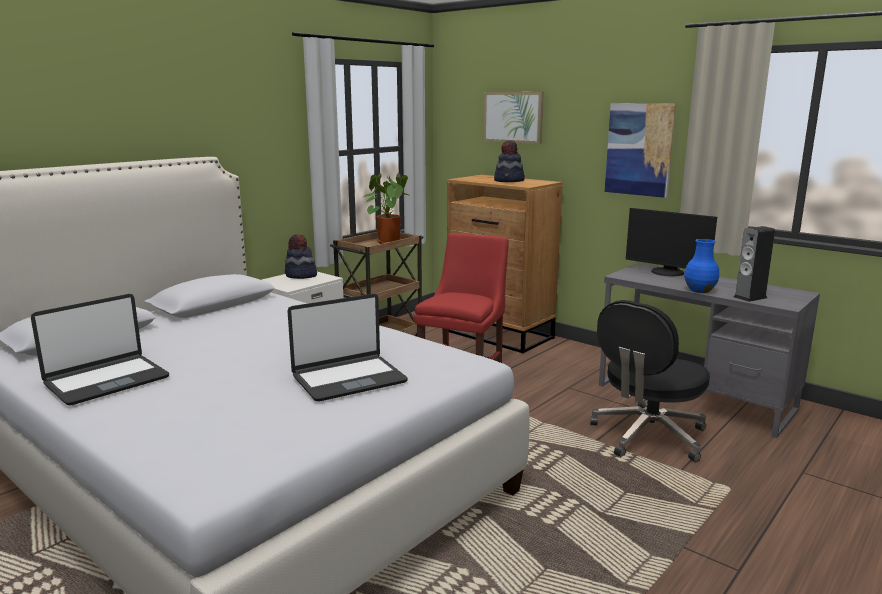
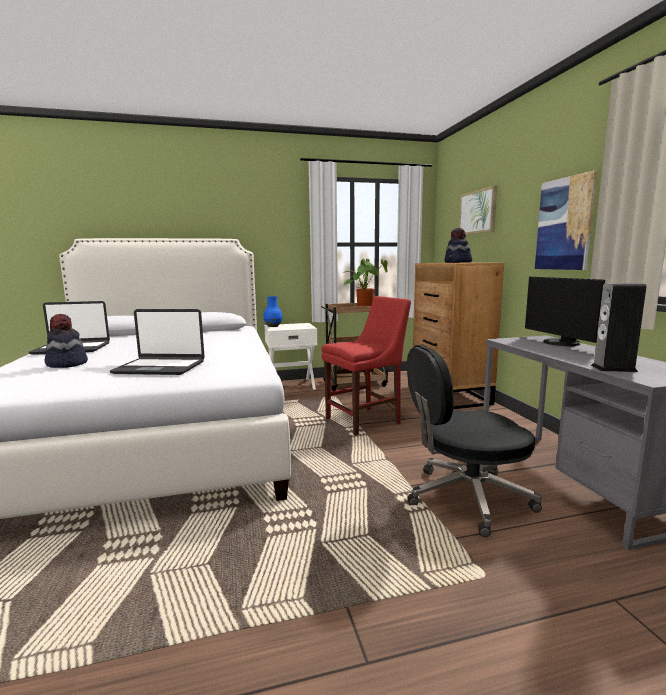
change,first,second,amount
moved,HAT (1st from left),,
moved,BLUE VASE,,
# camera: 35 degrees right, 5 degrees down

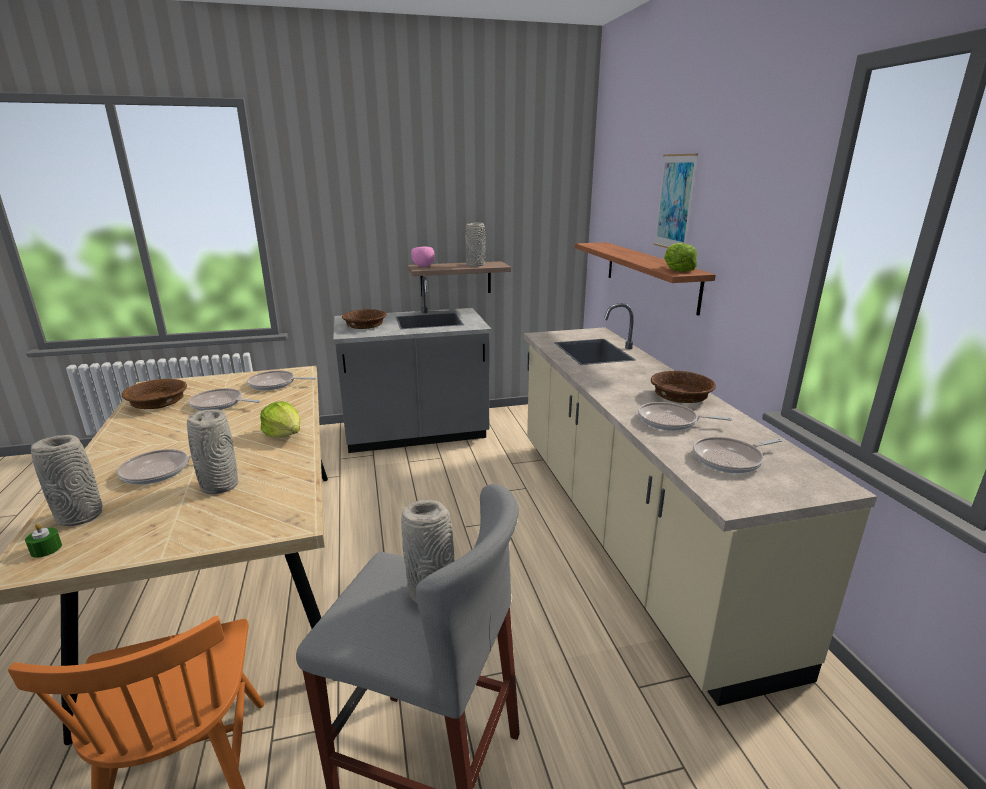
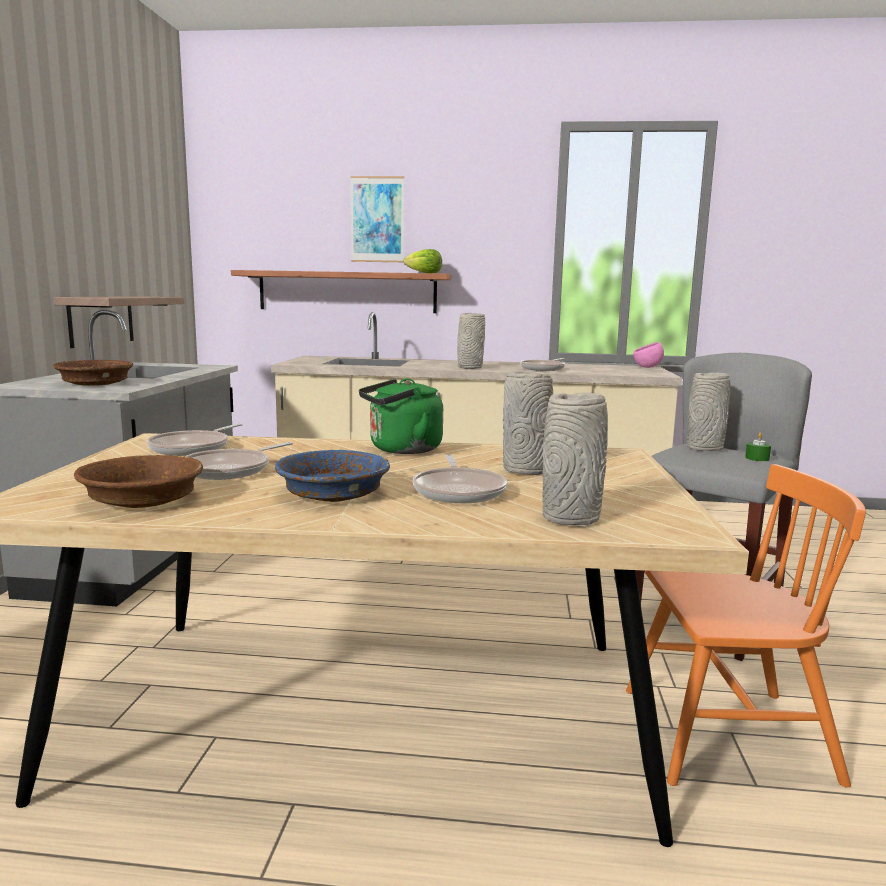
change,first,second,amount
added,,BLUE DEEP DISH,
replaced,LETTUCE (1st from left),GREEN WATER KETTLE,
moved,GRAY VASE (4th from left in the first image),GRAY VASE (1st from left),
moved,PINKISH DEEP DISH,,
moved,GREEN CANDLE,,
removed,BROWNISH DEEP DISH (3rd from left),,
removed,FRYING PAN (5th from left),,
# camera: 70 degrees left, 10 degrees down

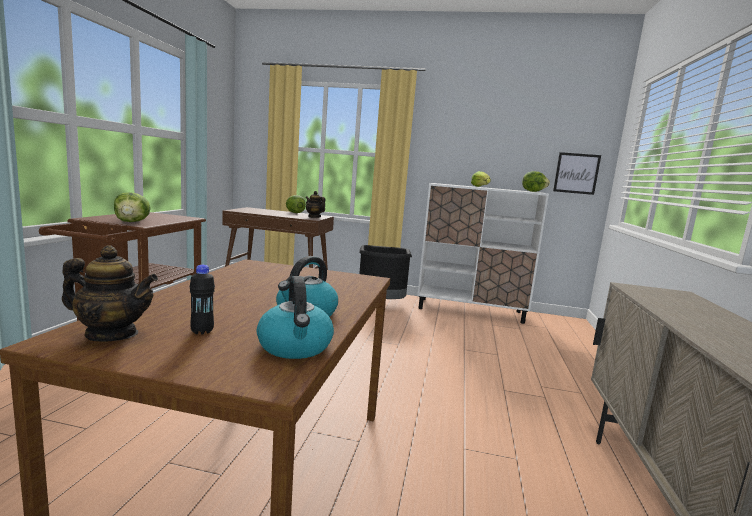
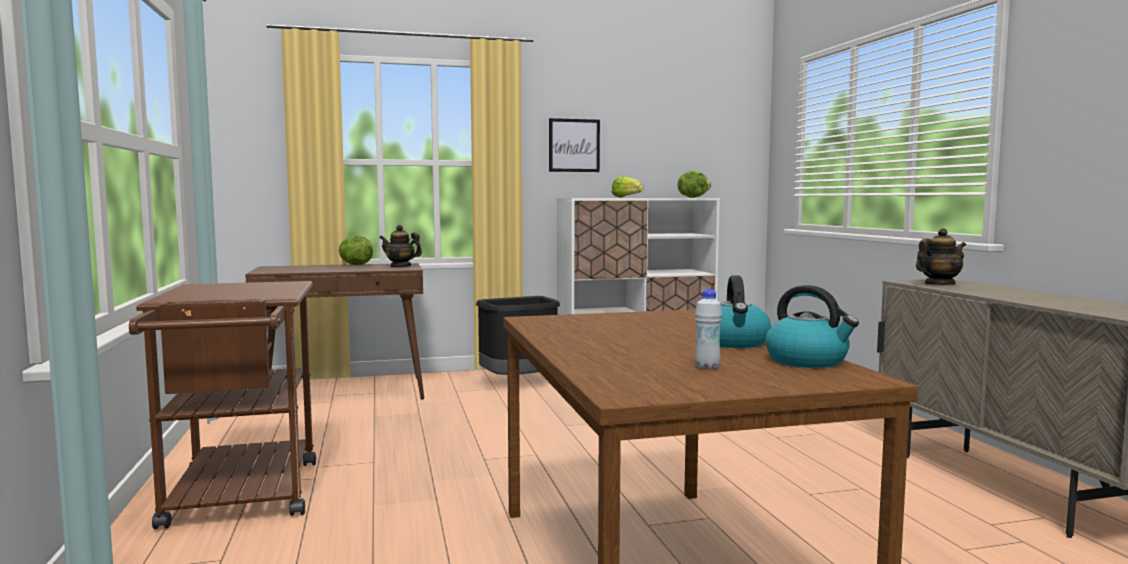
change,first,second,amount
moved,WALL ART,,
recoloured,BLACK BEVERAGE BOTTLE,WHITE-COLOURED BEVERAGE BOTTLE,
moved,POT FOR TEA (1st from left in the first image),POT FOR TEA (2nd from left),
removed,LETTUCE (1st from left),,
# camera: 25 degrees left, 5 degrees down

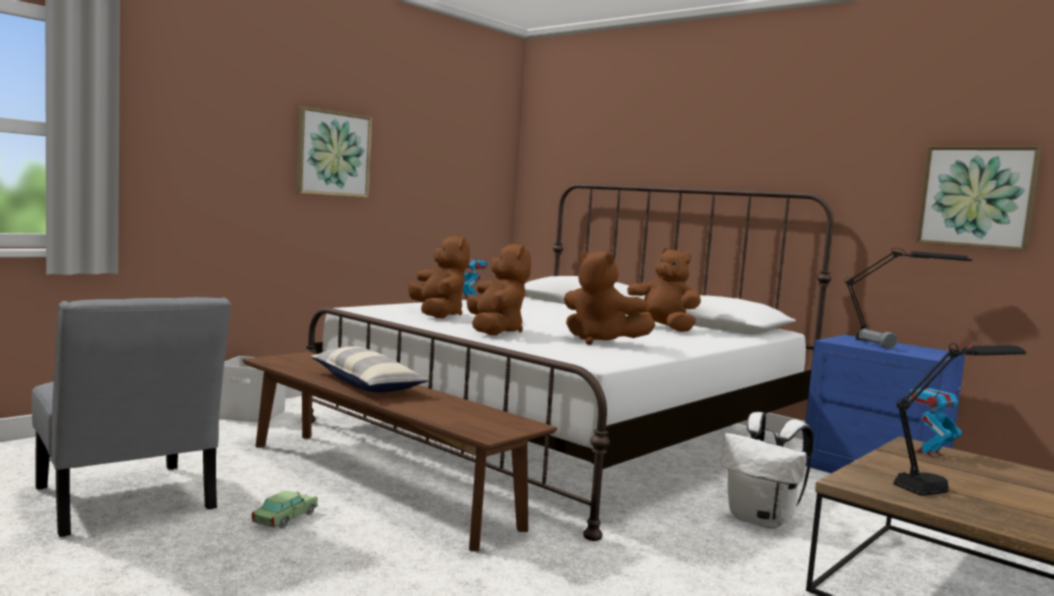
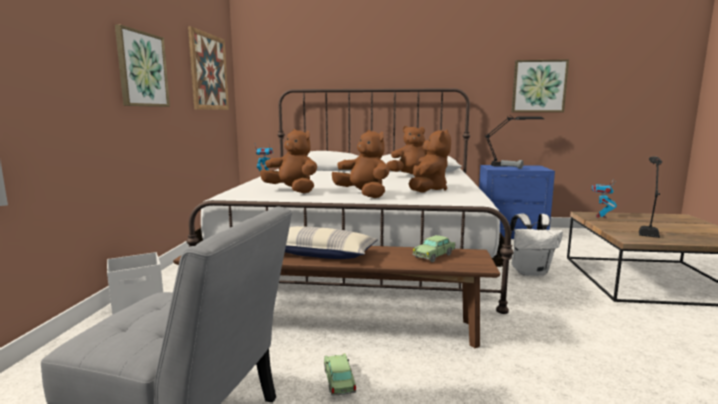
change,first,second,amount
added,,WALL ART (2nd from left),
turned,BROWNISH CUDDLY TOY (3rd from left in the first image),BROWNISH CUDDLY TOY (4th from left),75 degrees counterclockwise
added,,TOY CAR (2nd from left),
# camera: 35 degrees left, 5 degrees up

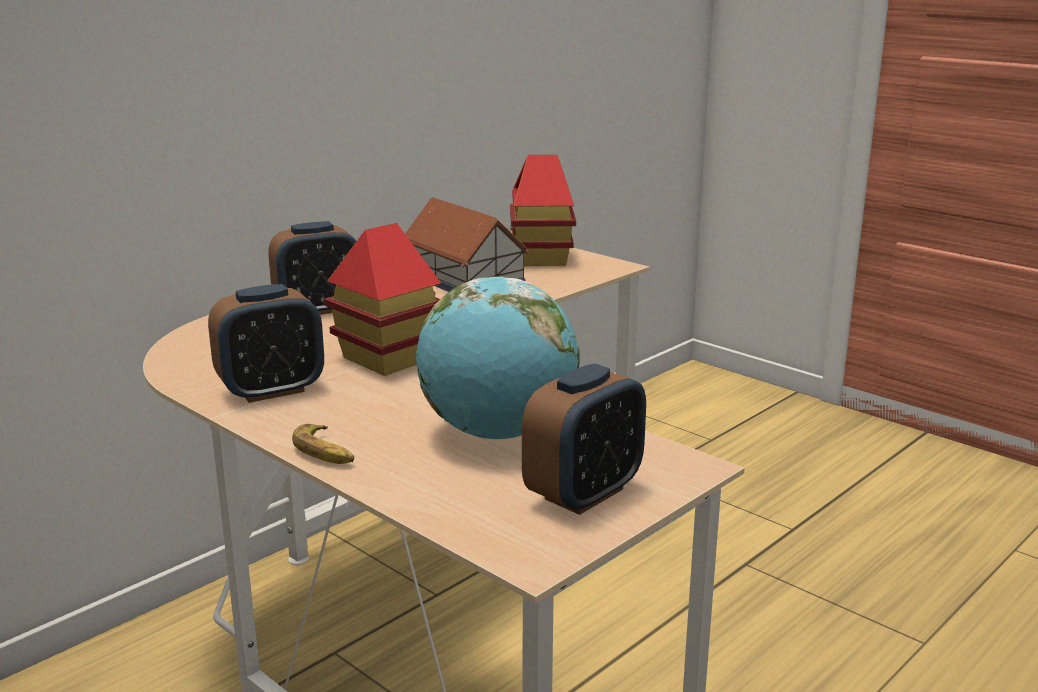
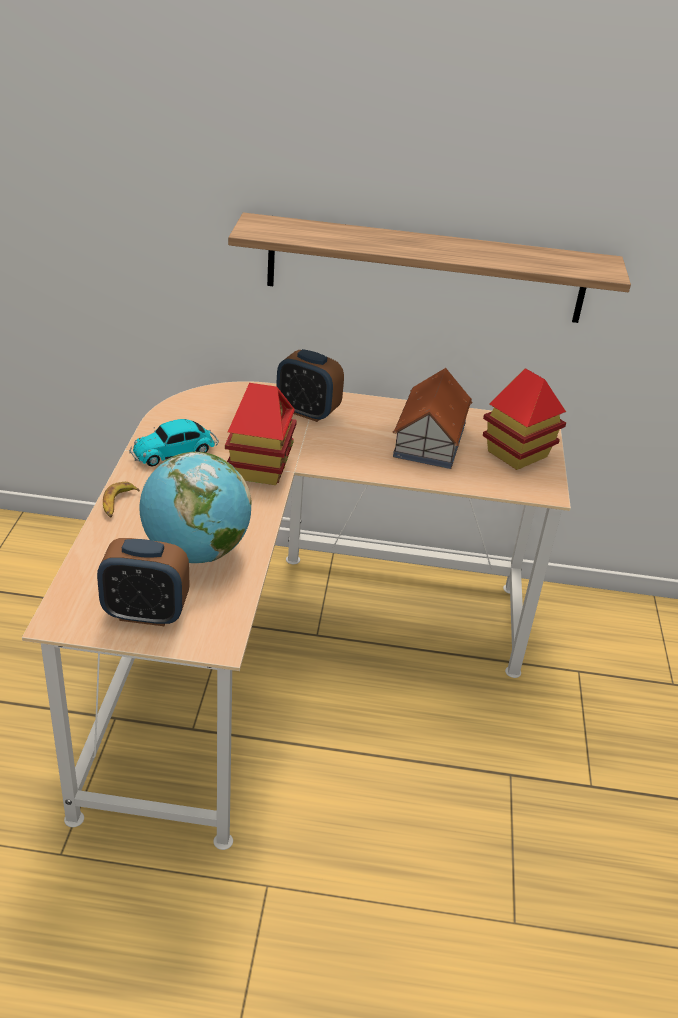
change,first,second,amount
replaced,TABLE CLOCK (1st from left),TOY CAR,
added,,SHELF,
# camera: 50 degrees right, 15 degrees up

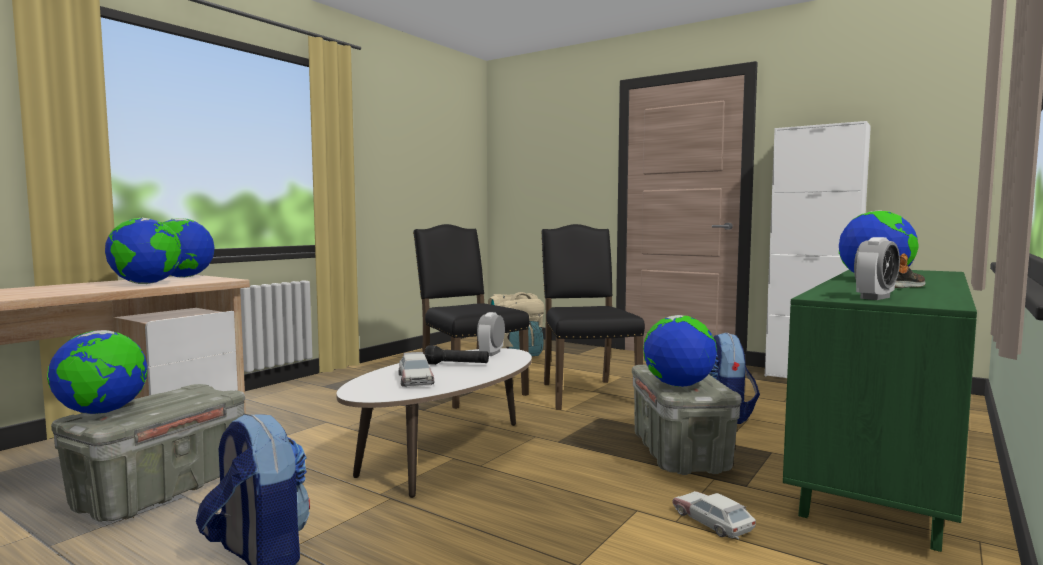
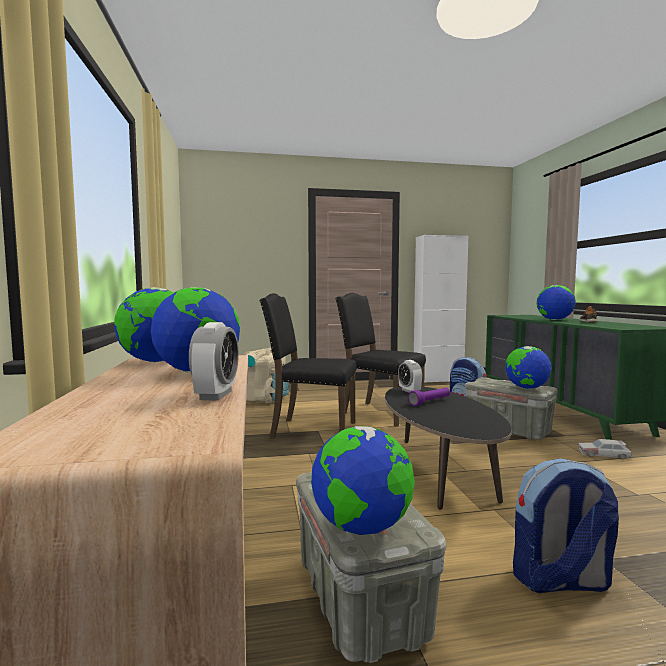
change,first,second,amount
moved,TABLE CLOCK (2nd from left in the first image),TABLE CLOCK (1st from left),
recoloured,WHITE-COLOURED LOUNGE TABLE,BLACK LOUNGE TABLE,
recoloured,BLACK TORCH,PURPLISH TORCH,
removed,TOY CAR (1st from left),,
# camera: 45 degrees left, 0 degrees up

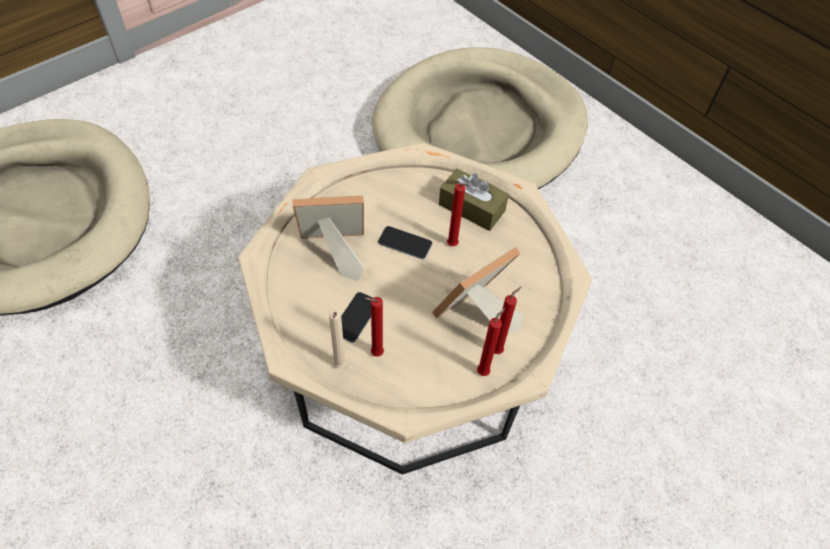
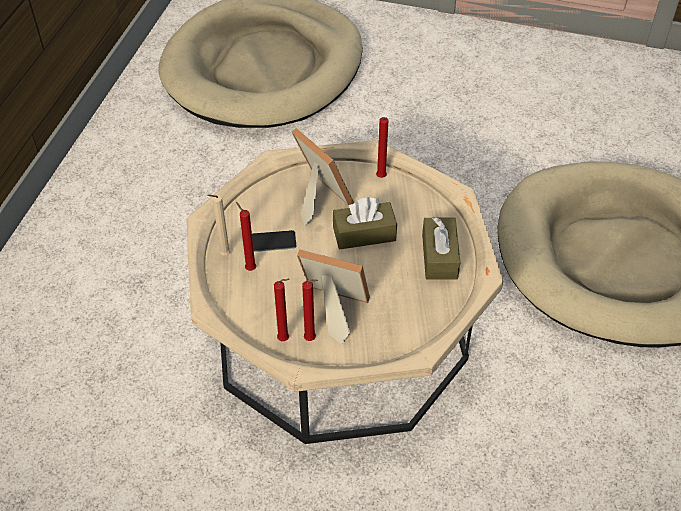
change,first,second,amount
replaced,PHONE (2nd from left),BROWNISH BOX OF TISSUES (1st from left),
moved,RED CANDLE (2nd from left in the first image),RED CANDLE (4th from left),
# camera: 60 degrees right, 5 degrees down

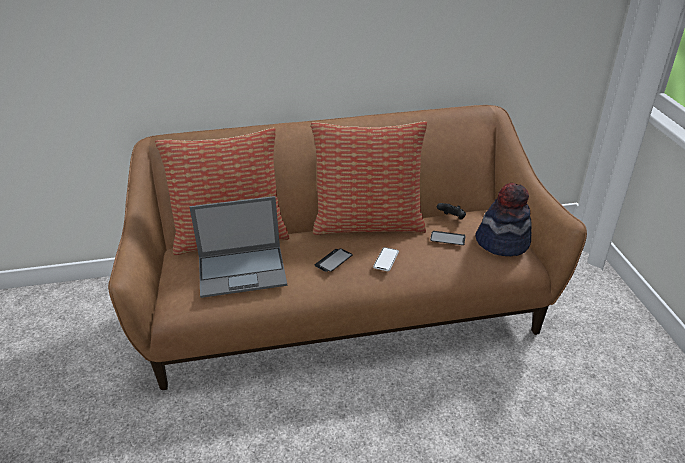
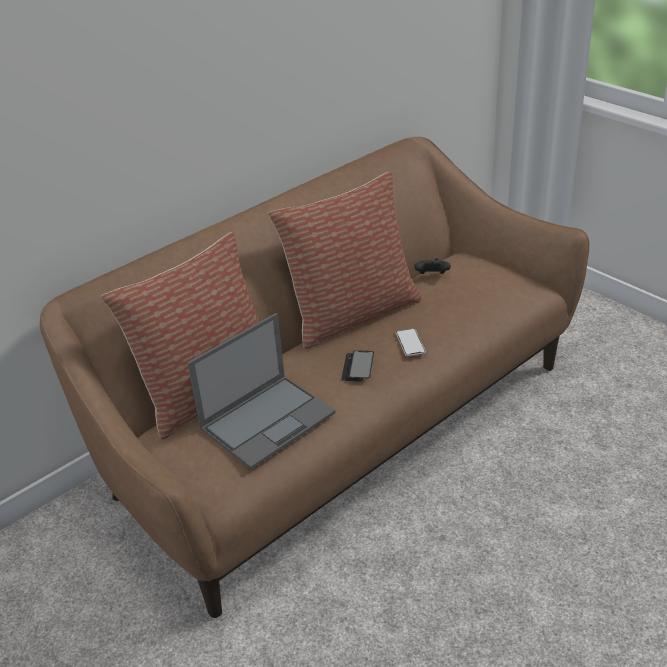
change,first,second,amount
removed,PHONE (3rd from left),,
removed,HAT,,
# camera: 30 degrees left, 0 degrees up

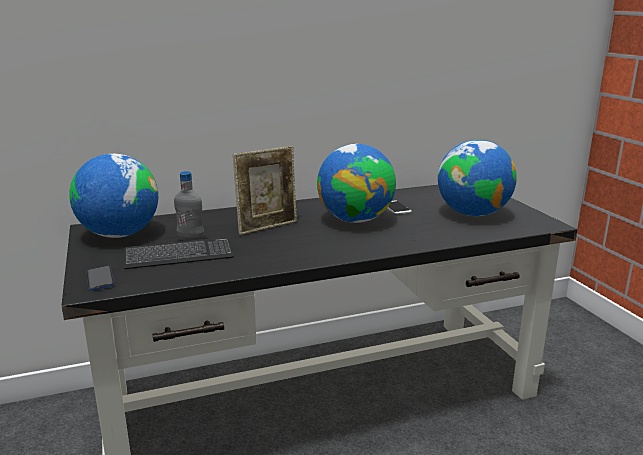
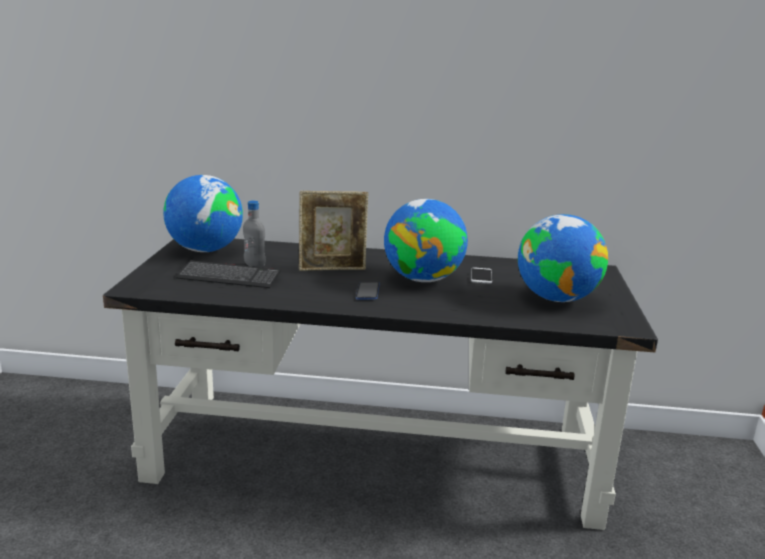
change,first,second,amount
moved,PHONE (1st from left),,
# camera: 25 degrees right, 0 degrees up

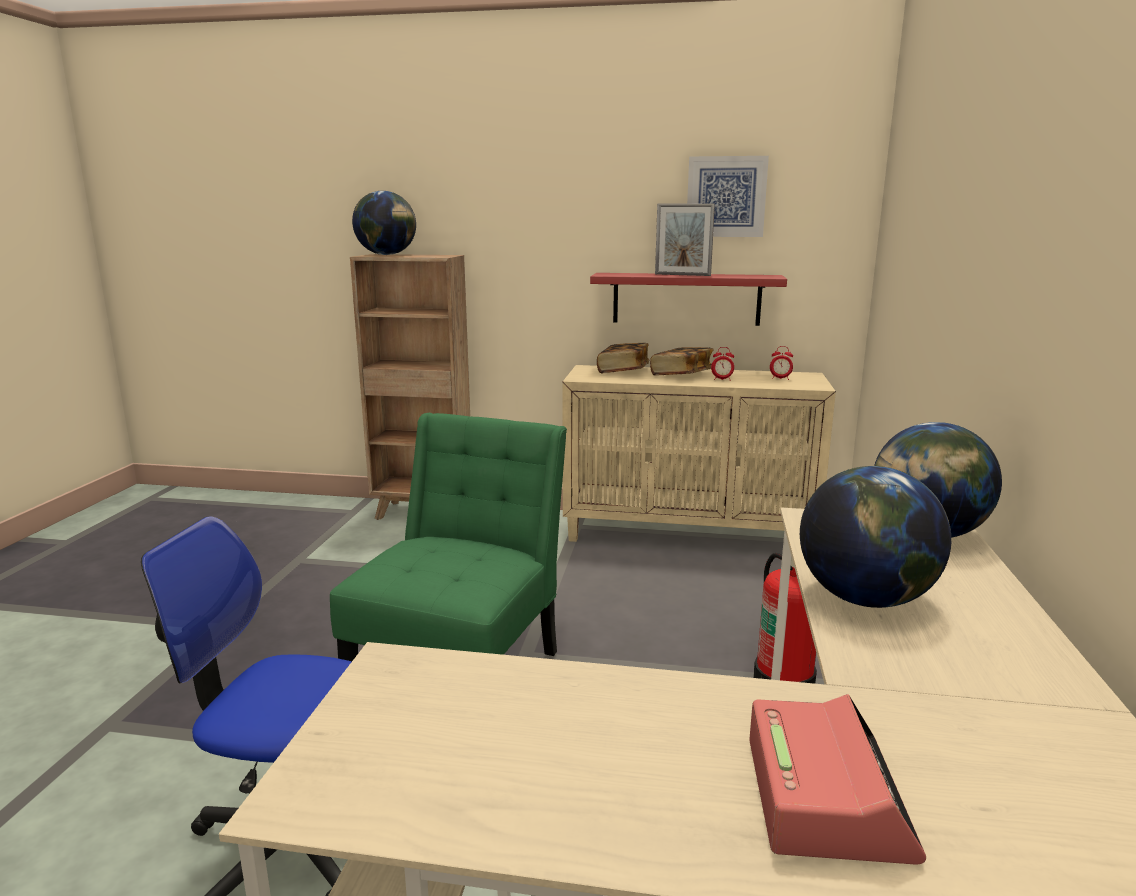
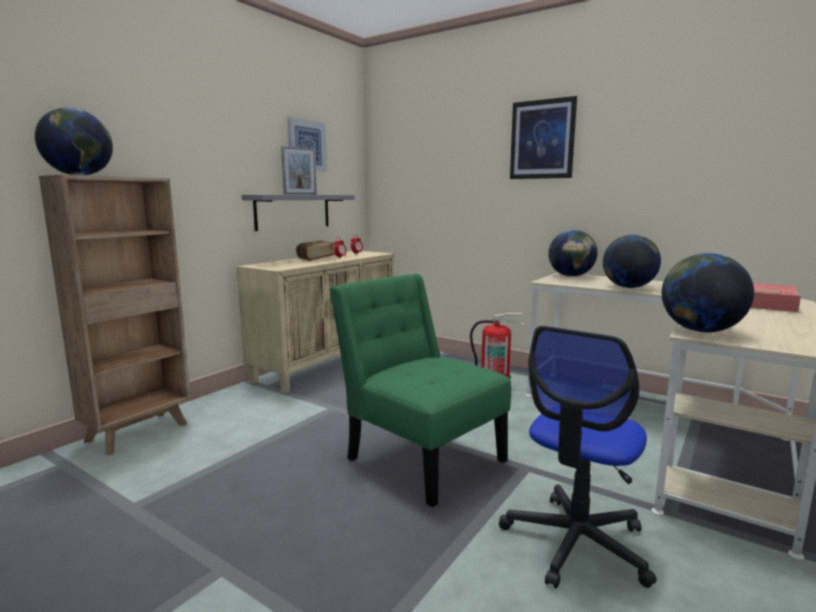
change,first,second,amount
recoloured,RED SHELF,GRAY SHELF,
added,,WALL ART (2nd from left),
added,,DESK GLOBE (4th from left),
removed,BOUND BOOK (1st from left),,
# camera: 65 degrees left, 5 degrees down

